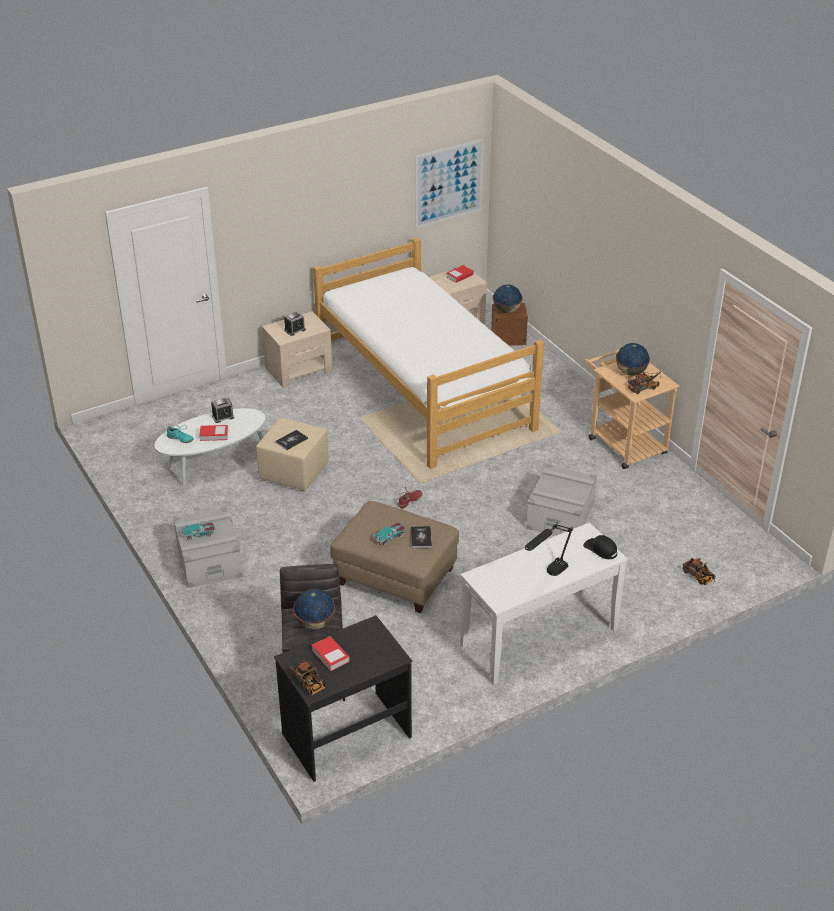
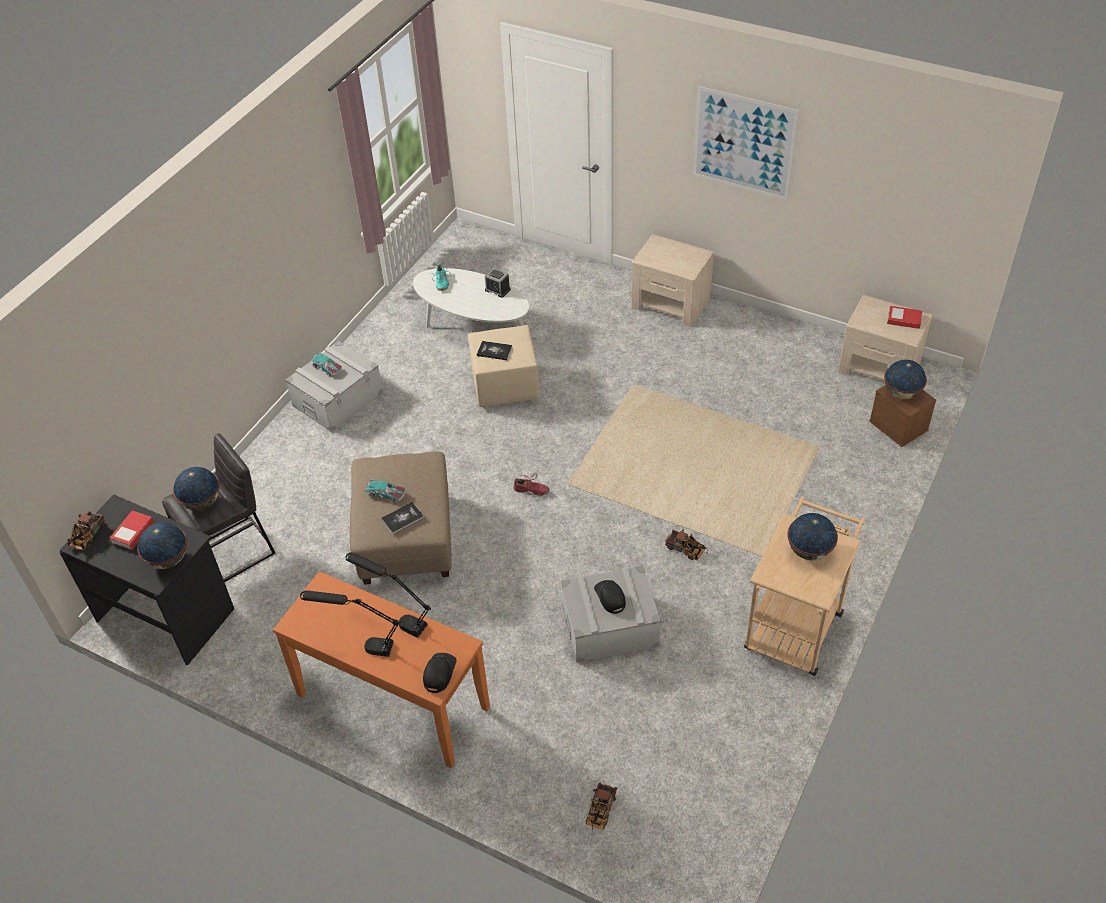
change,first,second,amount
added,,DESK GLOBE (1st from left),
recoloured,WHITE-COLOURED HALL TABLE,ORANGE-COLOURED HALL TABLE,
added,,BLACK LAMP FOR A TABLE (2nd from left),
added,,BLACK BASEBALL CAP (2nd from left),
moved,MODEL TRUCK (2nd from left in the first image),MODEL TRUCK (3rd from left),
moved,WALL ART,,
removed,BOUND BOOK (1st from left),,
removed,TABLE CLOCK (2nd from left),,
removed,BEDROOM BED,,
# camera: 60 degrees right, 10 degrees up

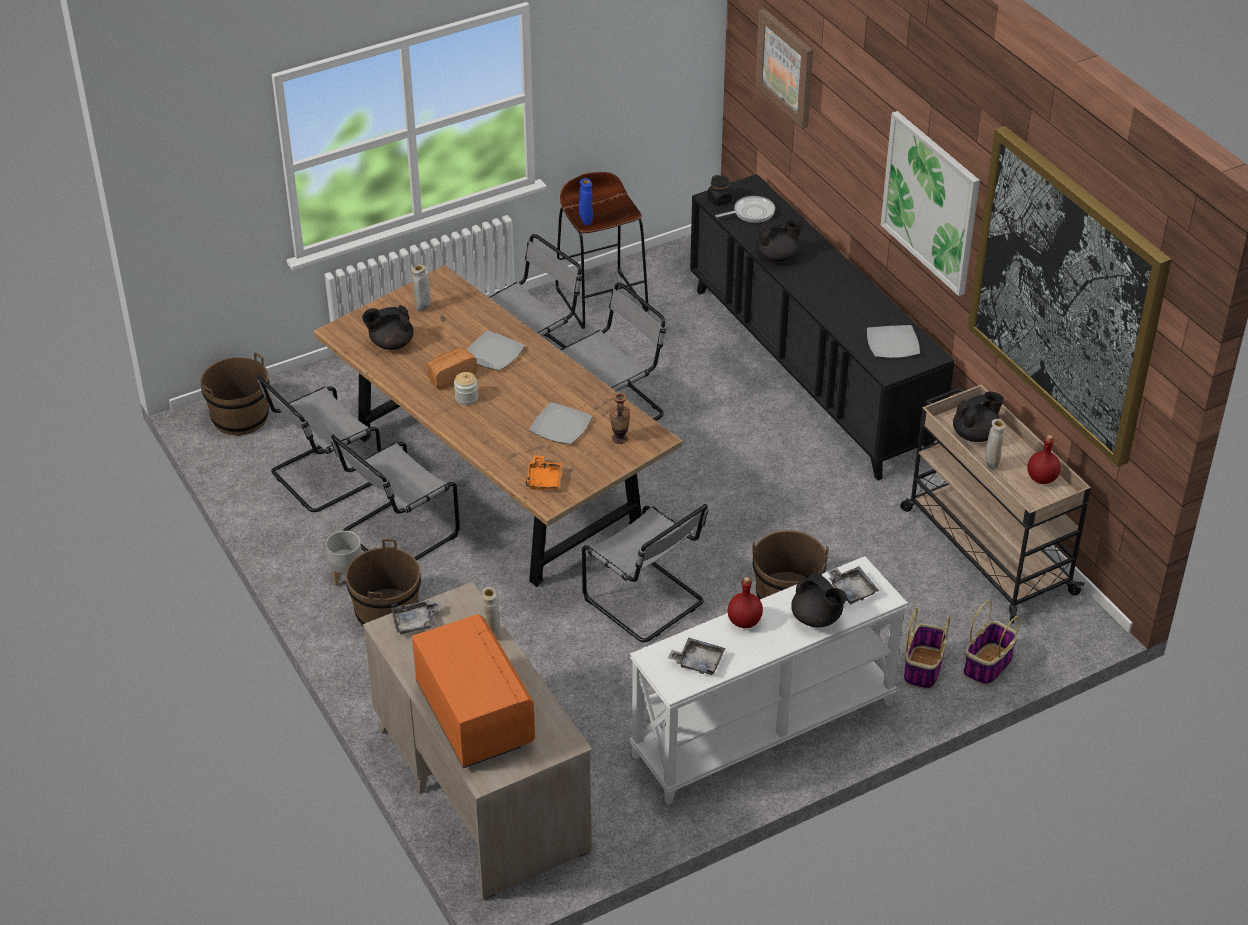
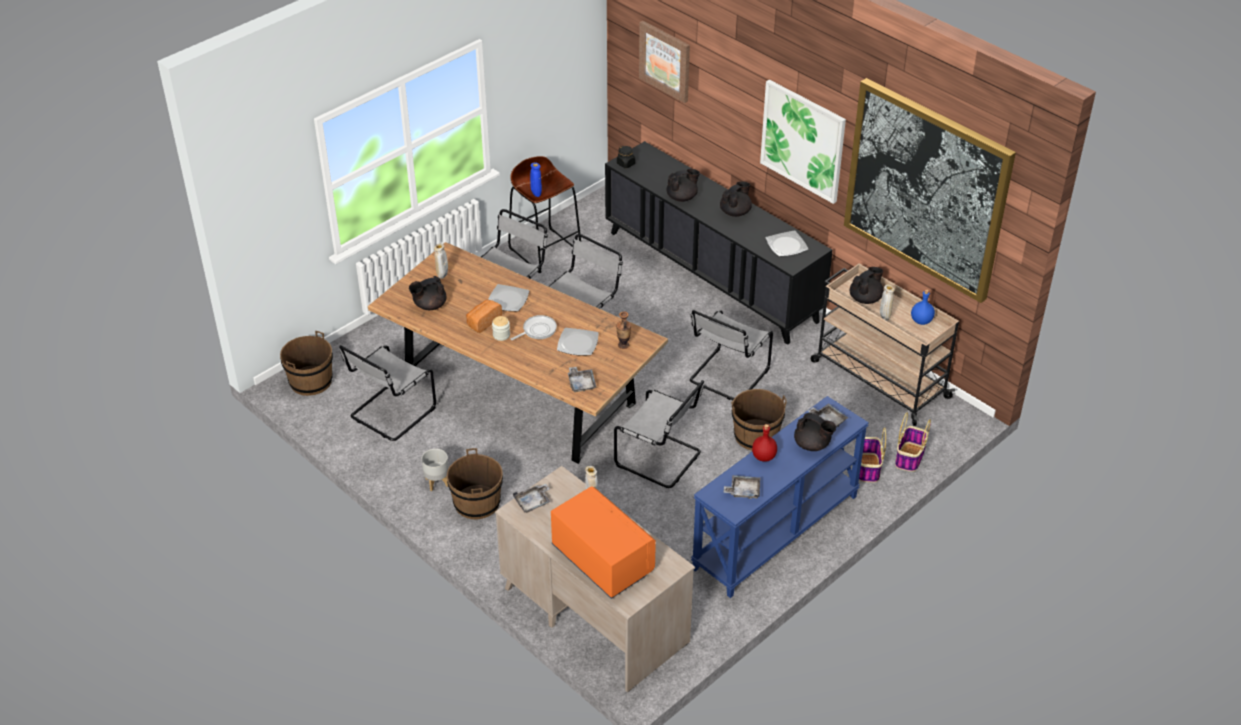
change,first,second,amount
moved,FRYING PAN,,
recoloured,ORANGE-COLOURED CARRYING TRAY,GRAY CARRYING TRAY (2nd from left),
moved,GRAY UPRIGHT CHAIR (2nd from left in the first image),GRAY UPRIGHT CHAIR (5th from left),
recoloured,WHITE-COLOURED HALL TABLE,BLUE HALL TABLE,
added,,BLACK POT FOR TEA (3rd from left),
recoloured,RED BEVERAGE BOTTLE (2nd from left),BLUE BEVERAGE BOTTLE,
# camera: 15 degrees left, 0 degrees up

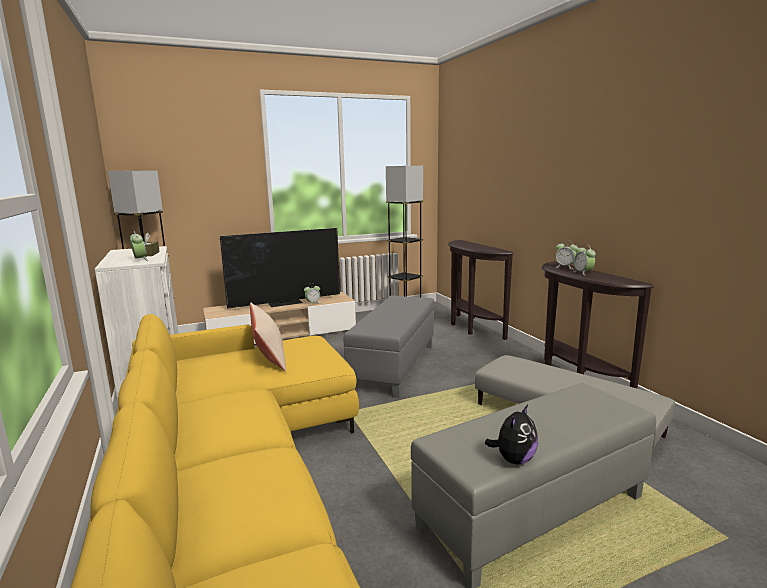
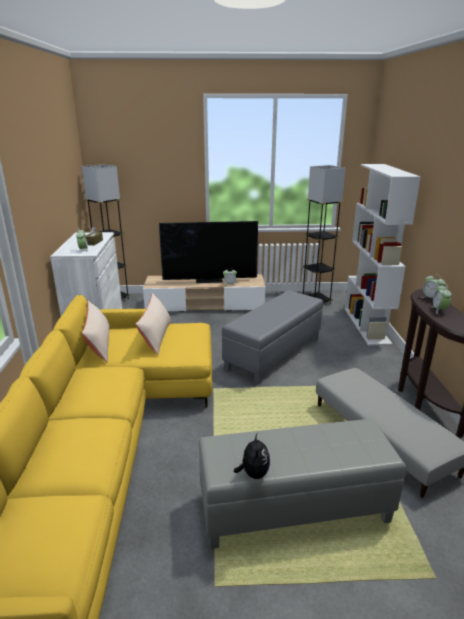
change,first,second,amount
added,,BEIGE-COLOURED PILLOW (1st from left),
turned,CUDDLY TOY,,60 degrees counterclockwise
replaced,BROWNISH HALL TABLE (1st from left),WHITE-COLOURED BOOKCASE,
# camera: 20 degrees right, 10 degrees up

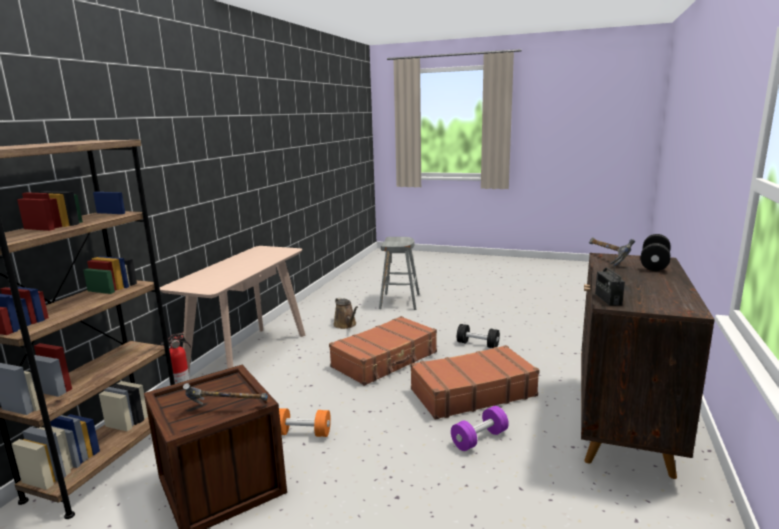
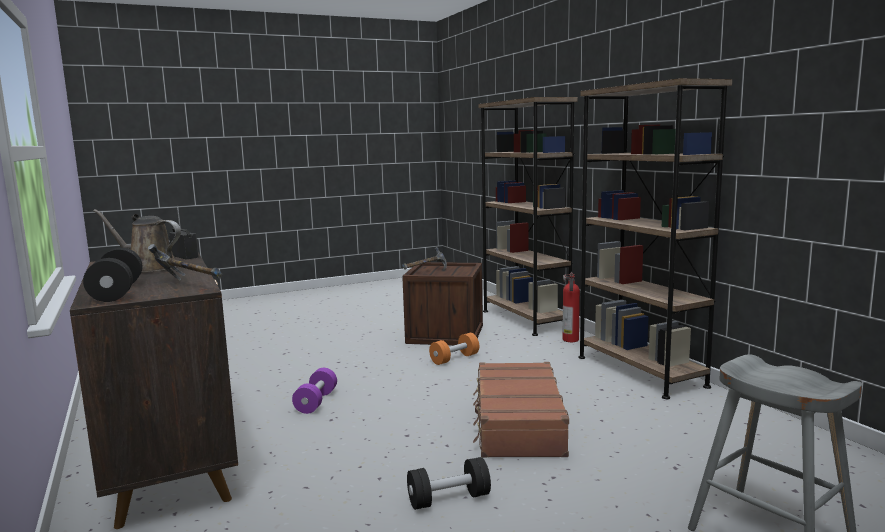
change,first,second,amount
moved,BROWNISH SPRINKLING CAN,,
replaced,BEIGE-COLOURED HALL TABLE,BROWNISH BOOKCASE (2nd from left),
removed,BROWNISH PIECE OF LUGGAGE (2nd from left),,
# camera: 135 degrees right, 5 degrees down

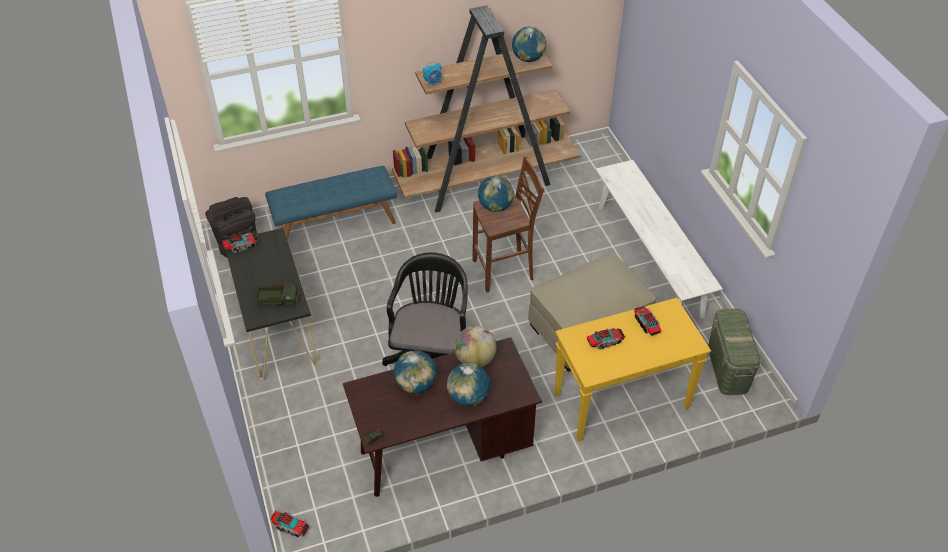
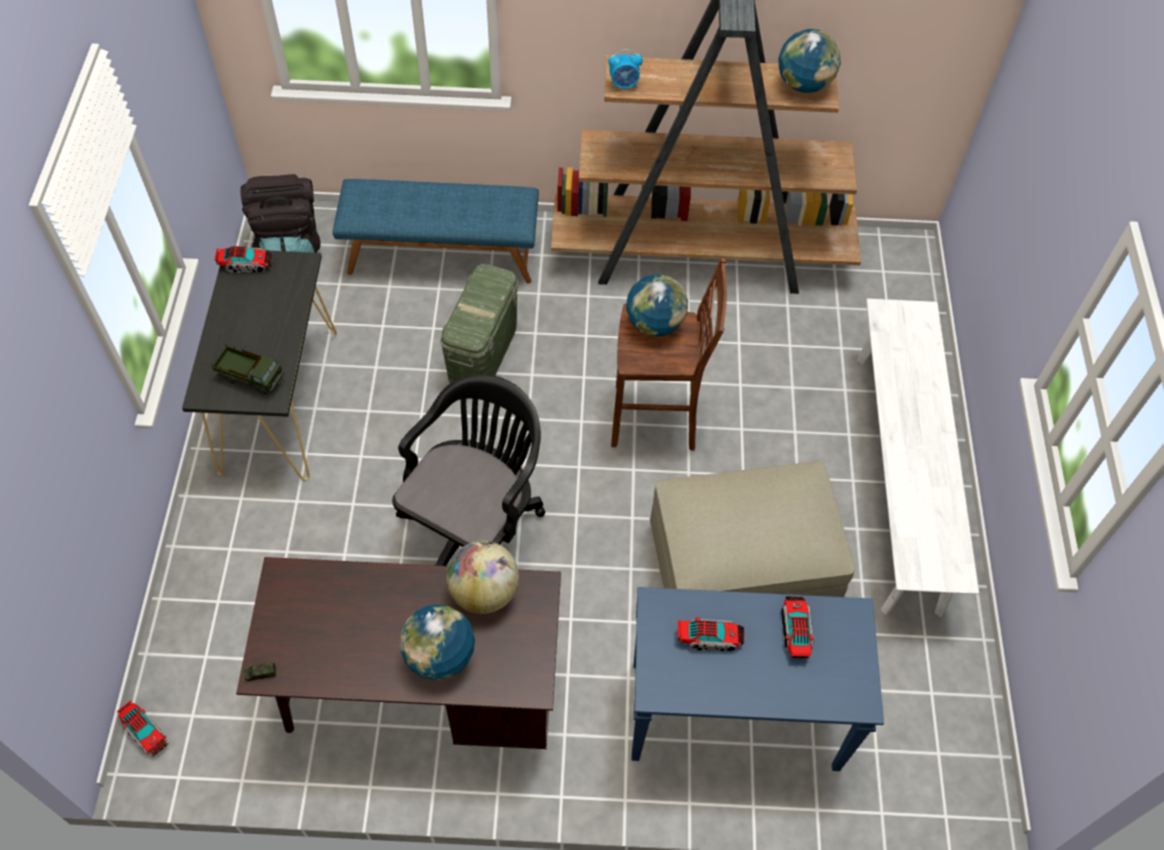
change,first,second,amount
moved,GREEN STORAGE BIN,,
recoloured,YELLOW-COLOURED HALL TABLE,BLUE HALL TABLE,
removed,DESK GLOBE (1st from left),,
# camera: 20 degrees right, 10 degrees up

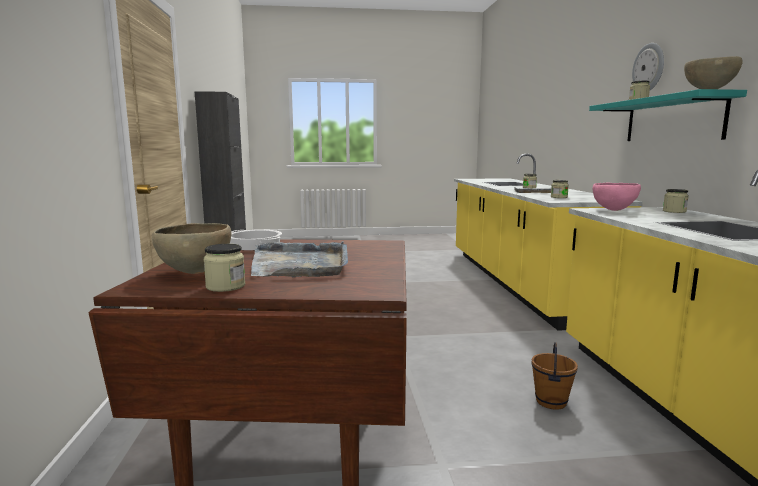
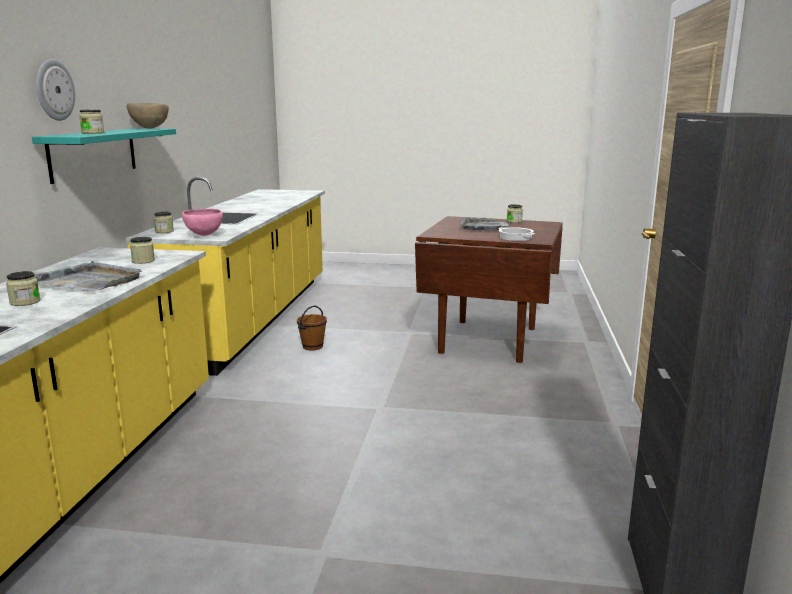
change,first,second,amount
removed,BROWNISH DEEP DISH (1st from left),,
# camera: 165 degrees left, 5 degrees up

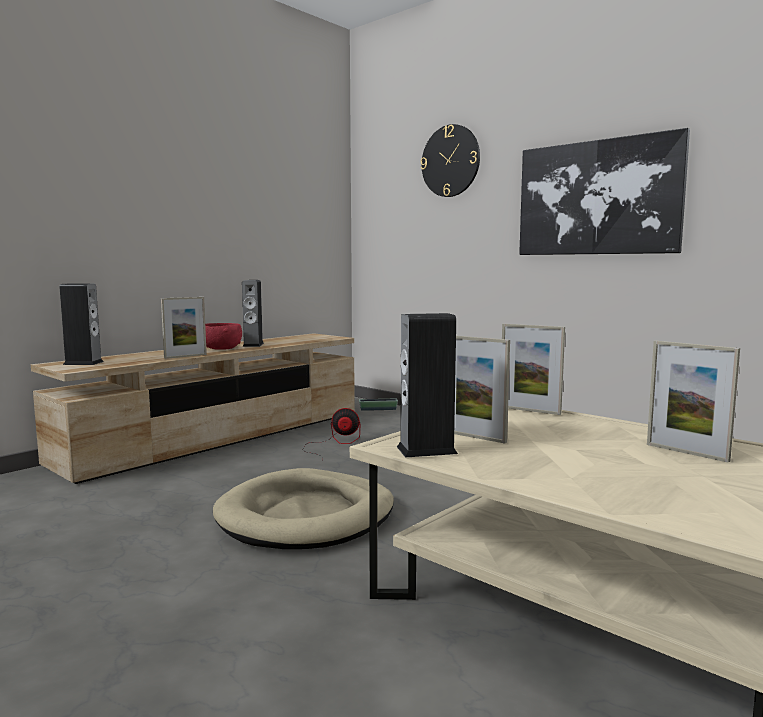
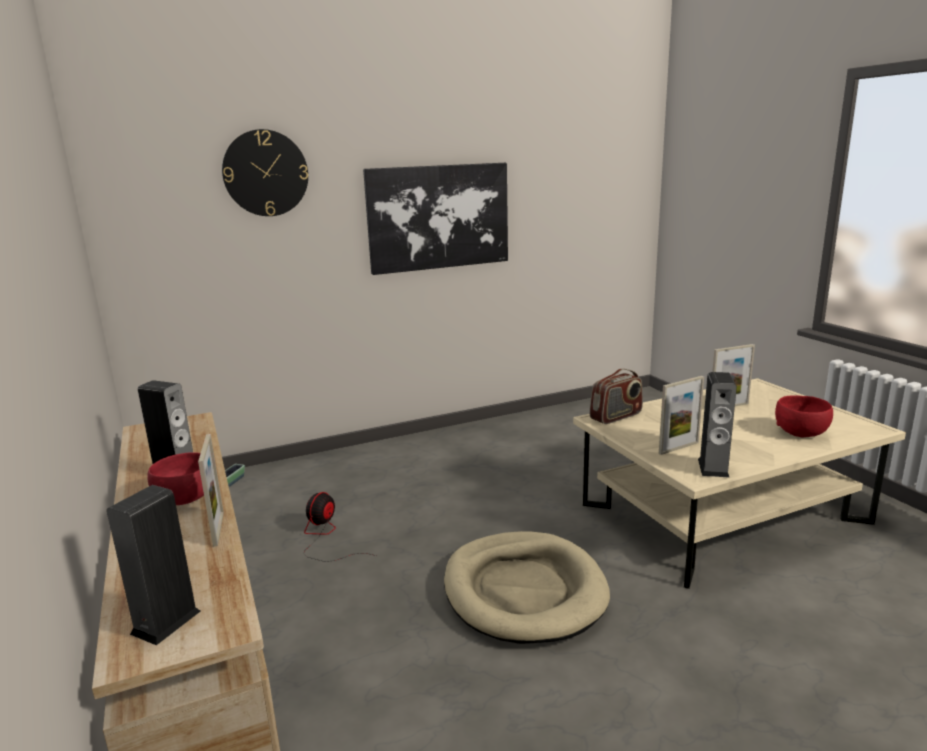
change,first,second,amount
replaced,STANDING FRAME (3rd from left),RADIO RECEIVER,
added,,RED DEEP DISH (2nd from left),
# camera: 65 degrees left, 10 degrees up

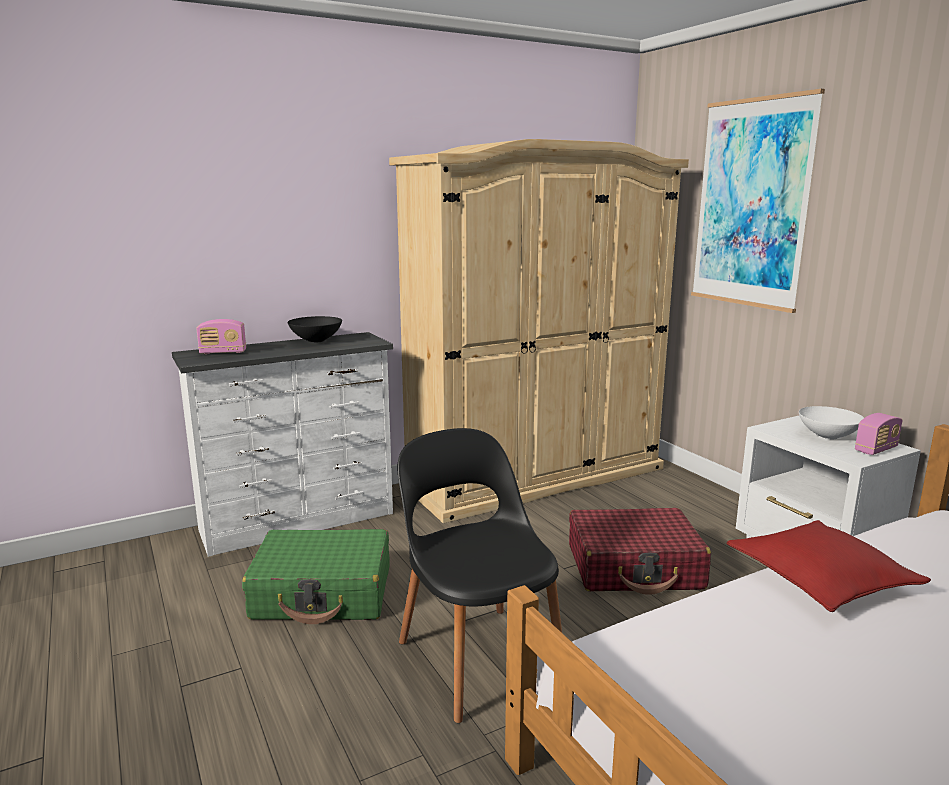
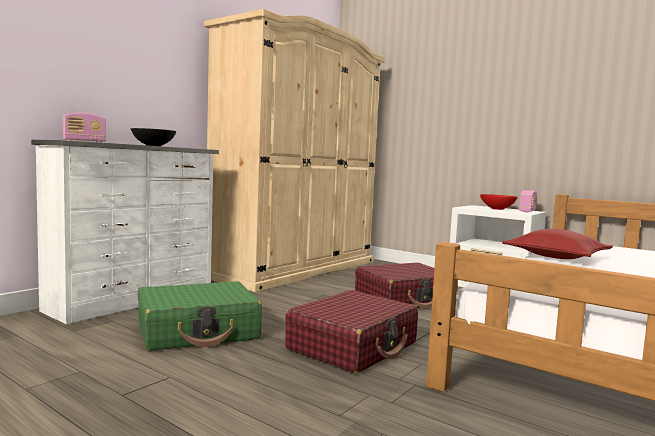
change,first,second,amount
replaced,BLACK UPRIGHT CHAIR,RED PIECE OF LUGGAGE (1st from left),
recoloured,WHITE-COLOURED DEEP DISH,RED DEEP DISH,
removed,WALL ART,,
# camera: 25 degrees left, 10 degrees down

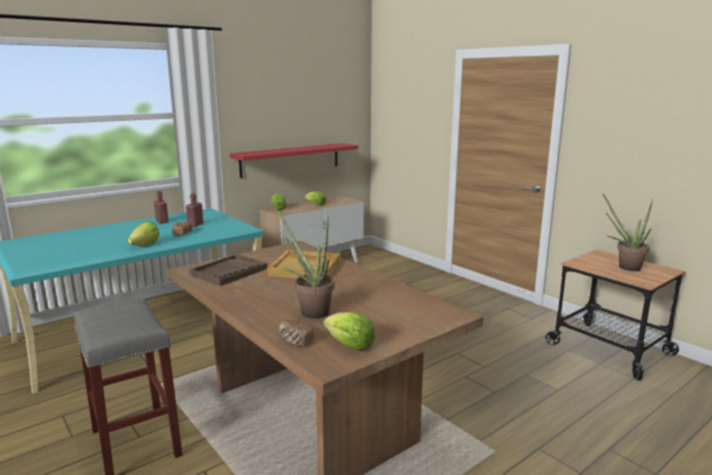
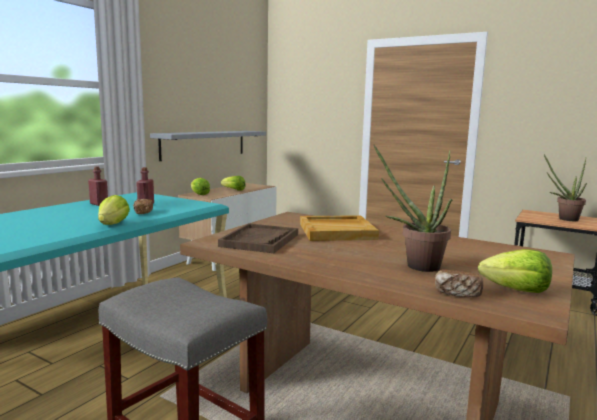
change,first,second,amount
recoloured,RED SHELF,GRAY SHELF,
# camera: 20 degrees left, 5 degrees down

